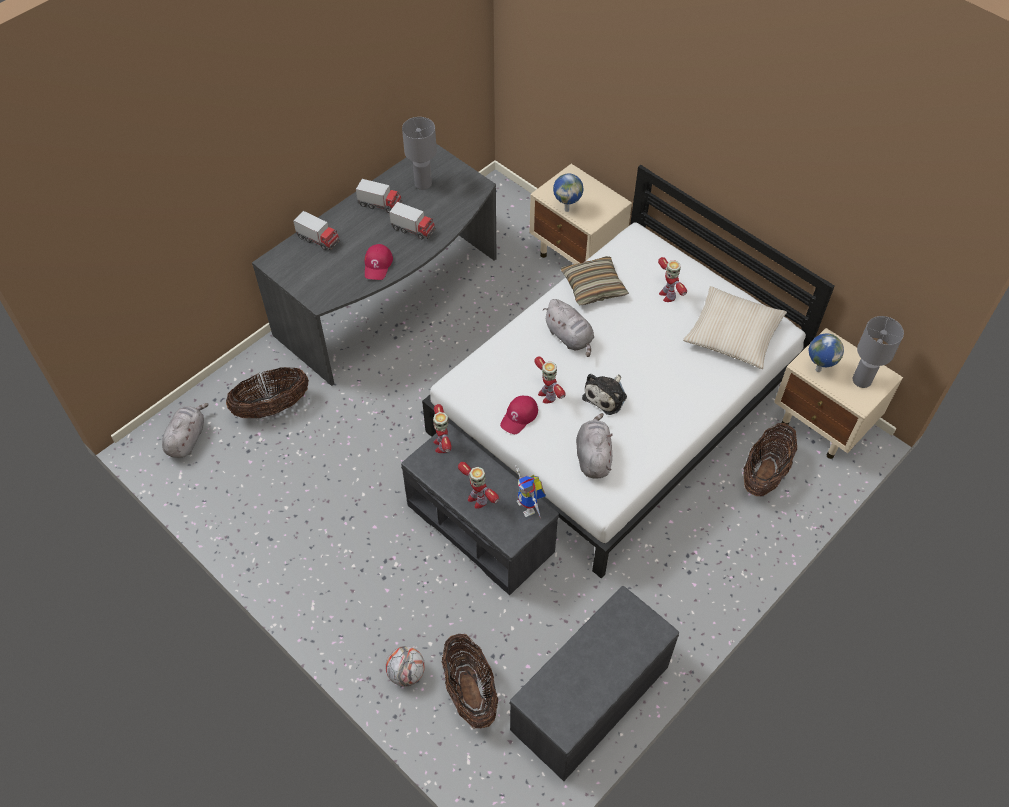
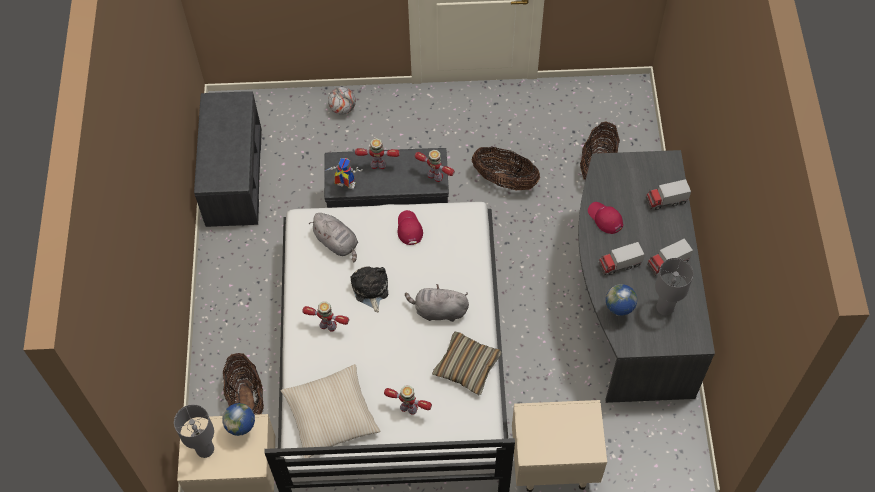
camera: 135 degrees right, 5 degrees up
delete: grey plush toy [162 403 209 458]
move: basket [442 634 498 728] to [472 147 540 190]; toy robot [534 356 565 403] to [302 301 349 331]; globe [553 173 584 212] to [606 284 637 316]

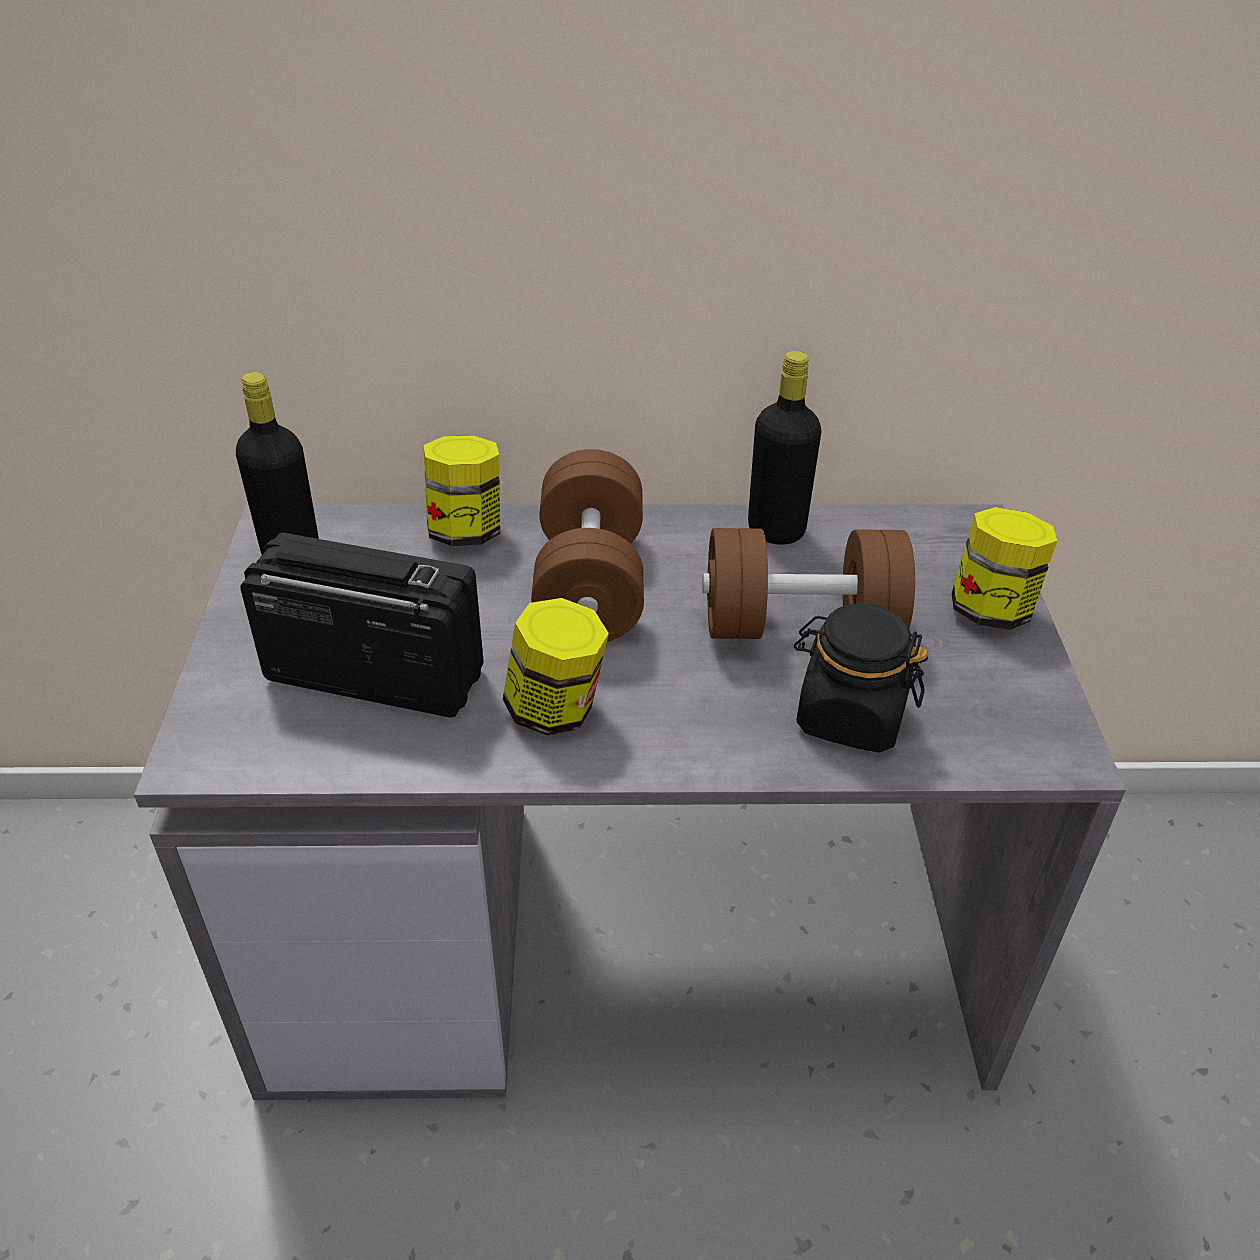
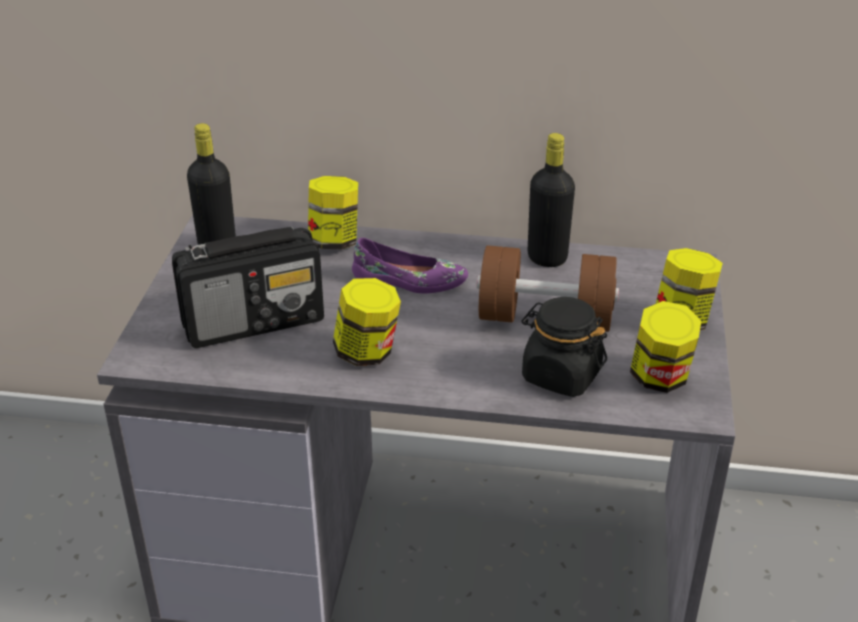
camera: 10 degrees right, 5 degrees down
insert: jar [630 301 701 393]
replace: brown dumbbell [531 449 644 642] to purple shoe [352 238 468 294]
rotate: radio [240 533 484 718] = [172 227 324 348] 135 degrees clockwise

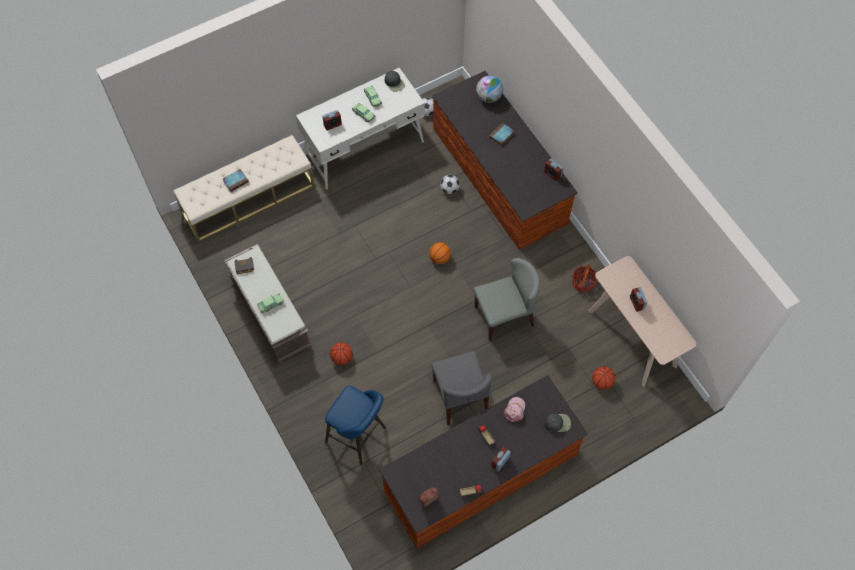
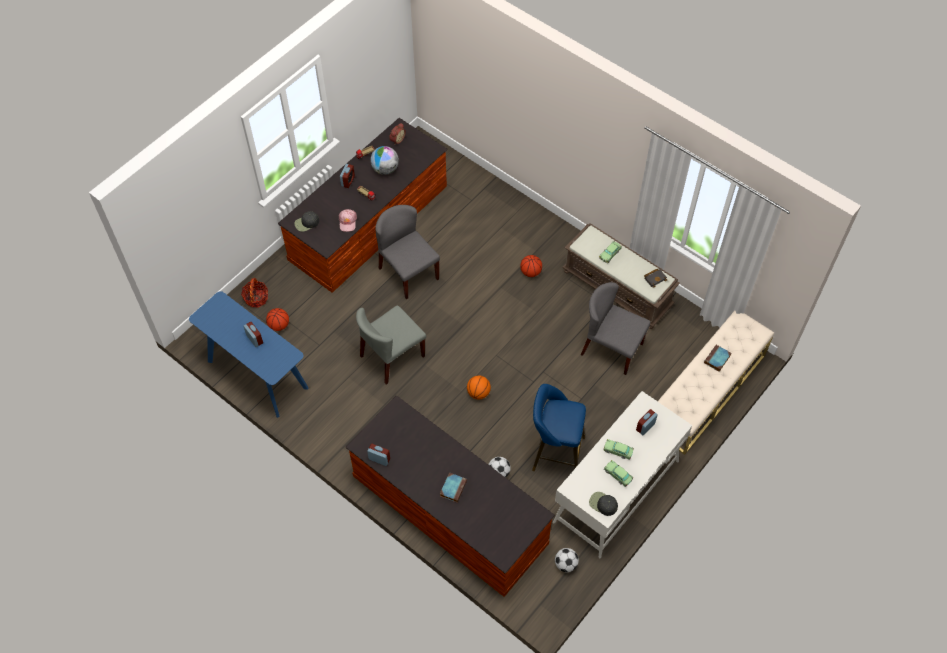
camera: 160 degrees right, 5 degrees down
insert: grey chair [581 282 650 375]
move: blue stool [325 385 386 465] to [532 384 586 471]; globe [476 76 503 103] to [370 146 399 175]; basket [572 264 597 293] to [241 278 268 308]
recolor: beige console table [588 256 696 387] to blue console table [189 291 309 418]

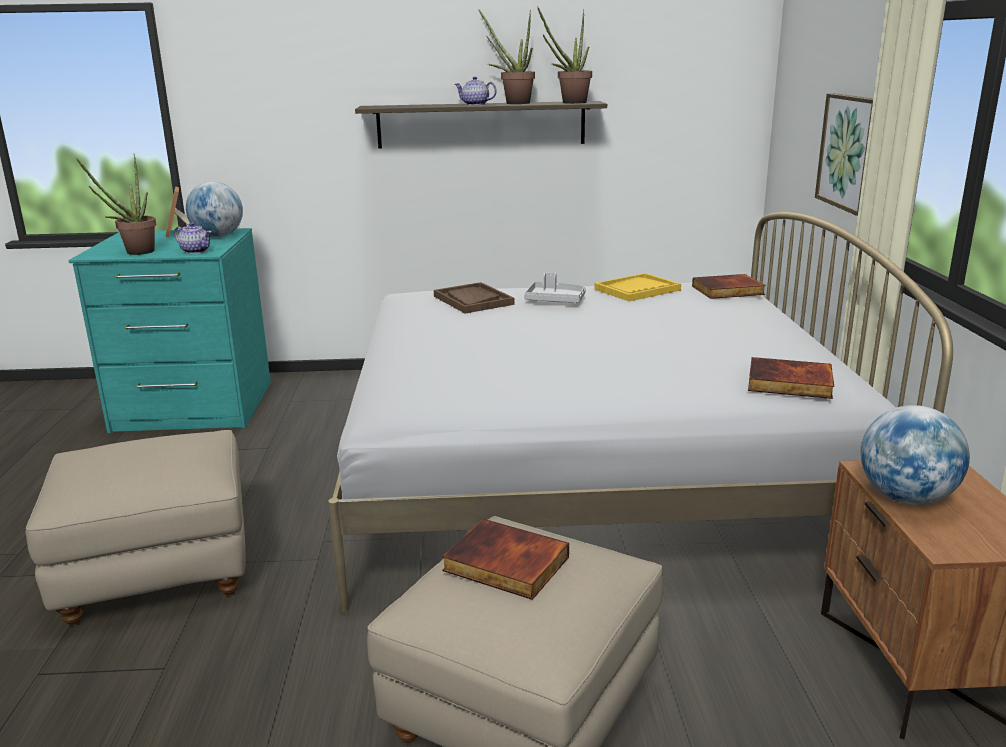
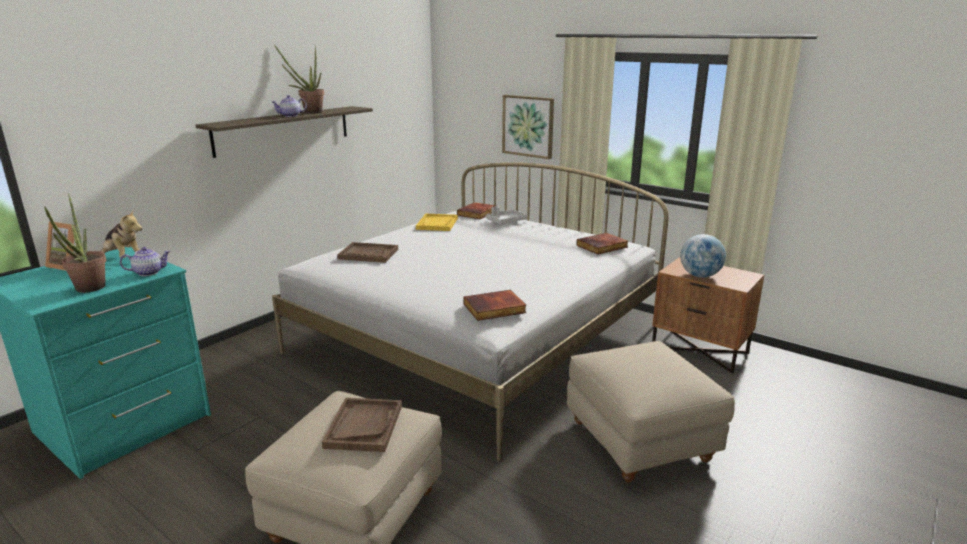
camera: 50 degrees left, 0 degrees up
delete: potted plant [537 6 592 104]
insert: brown tray [322 398 402 452]
move: book [442 519 569 600] to [463 290 527 321]; grey tray [524 272 586 303] to [486 206 527 224]
replace: globe [186 182 243 237] to plush toy [100 210 142 258]

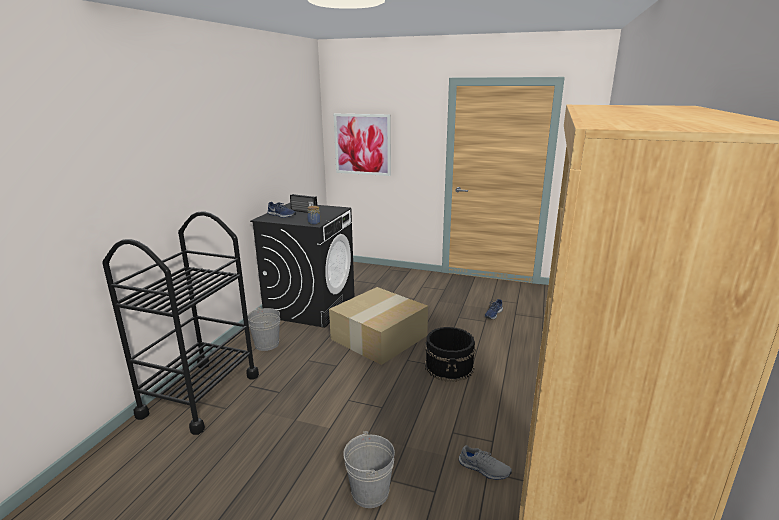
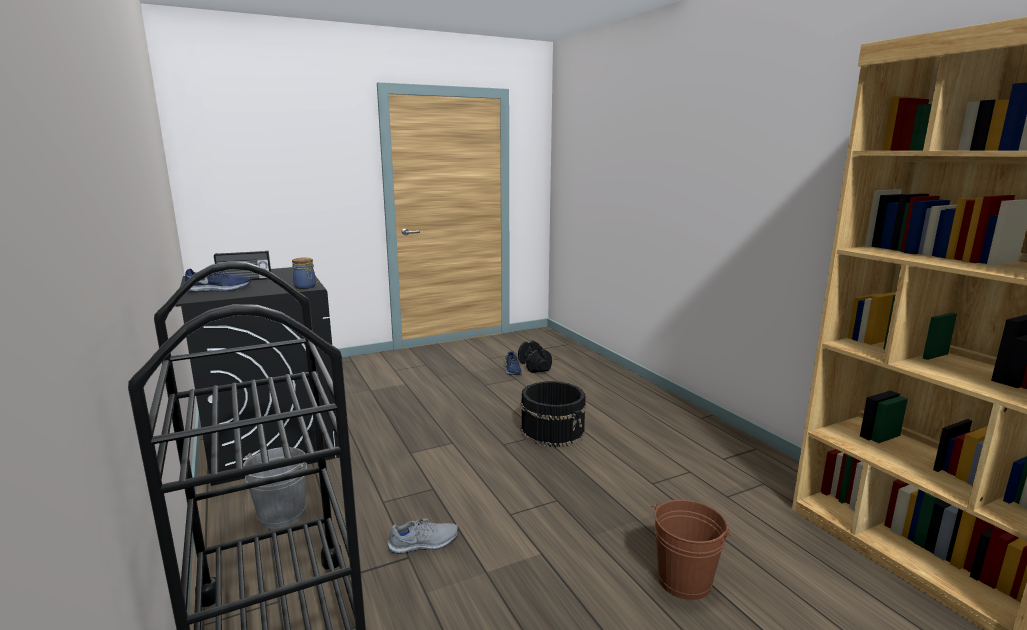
camera: 45 degrees left, 5 degrees down
delete: cardboard box [329 287 428 365]; picture [334 114 391 176]
insert: black dumbbell [518 341 552 373]
move: grey shoe [459 445 512 480] to [388 518 458 554]
recolor: grey bucket [343 431 395 508] to brown bucket [651 500 731 600]

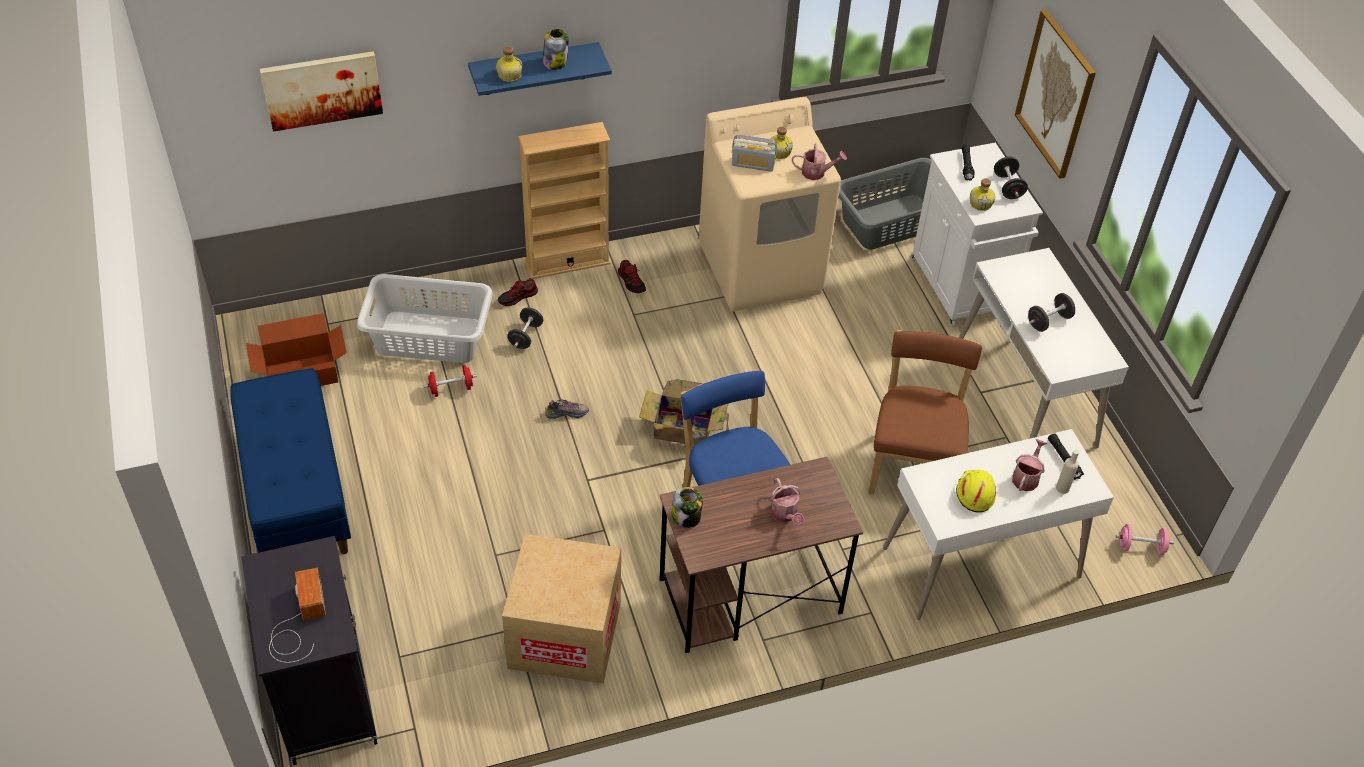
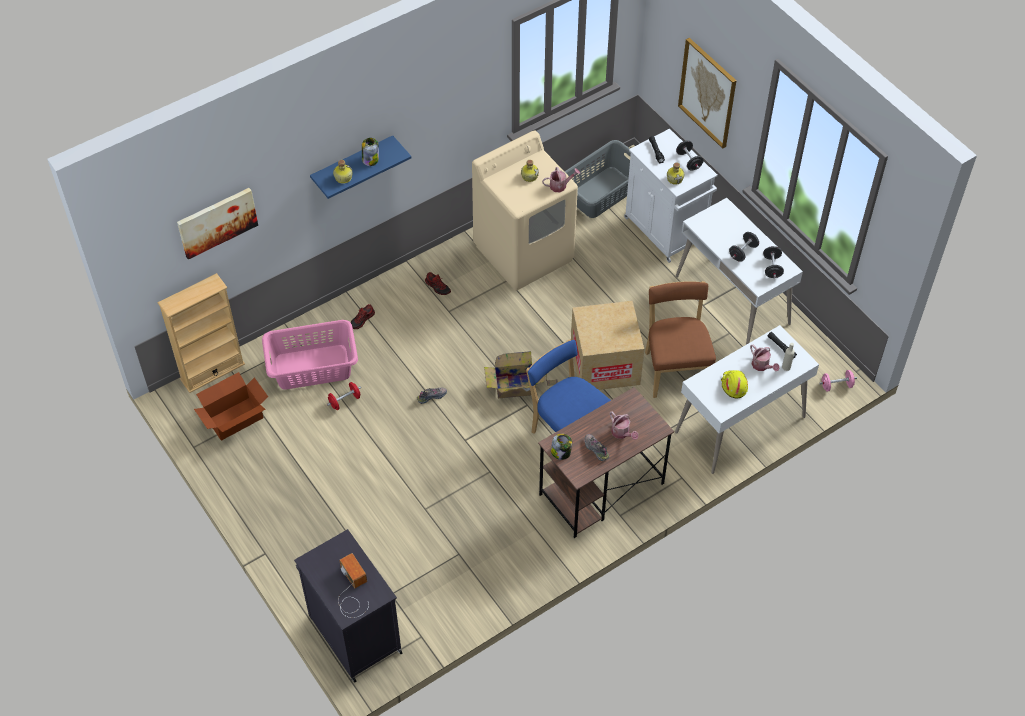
camera: 15 degrees left, 5 degrees up
delete: blue bench [230 368 351 554]; radio [732 135 777 172]
insert: shoe [585 434 609 461]
move: cardboard box [502 534 621 684] to [571 300 644 390]; black dumbbell [507 307 543 349] to [763 246 784 278]; beige bookcase [518 122 611 279] to [157 273 245 393]
recolor: grey laundry basket [357 274 493 363] to pink laundry basket [262 320 358 389]
rotate: watering can [1012 439 1047 491] = [750 345 780 371] 135 degrees clockwise

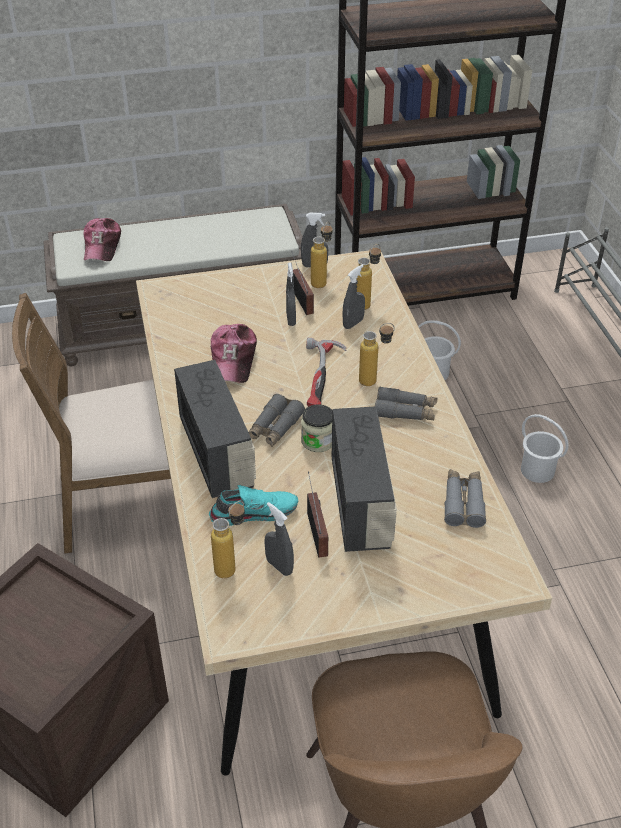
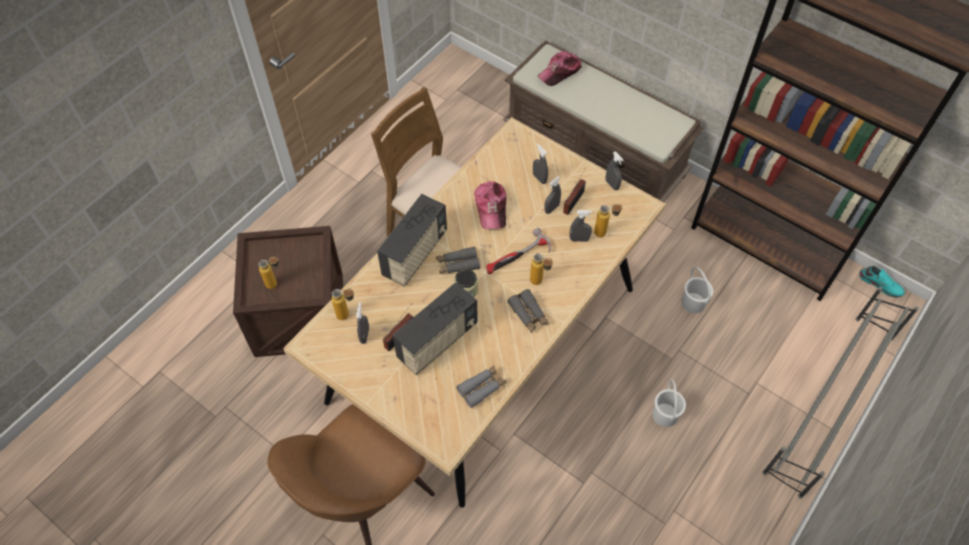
camera: 50 degrees right, 15 degrees up
insert: grey spray bottle [533 144 548 184]
move: turquoise shoe [209 485 298 526] to [859 266 905 298]; bottle [311 222 333 288] to [259 256 279 289]
rotate: cap [211 324 257 383] = [474 181 506 229] 60 degrees counterclockwise

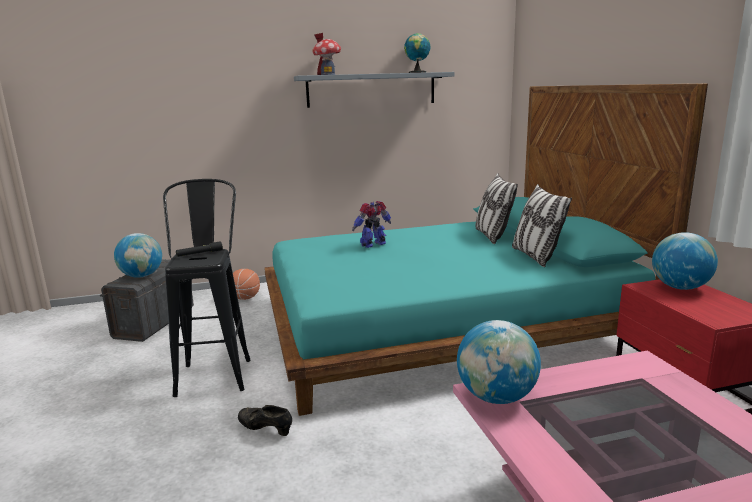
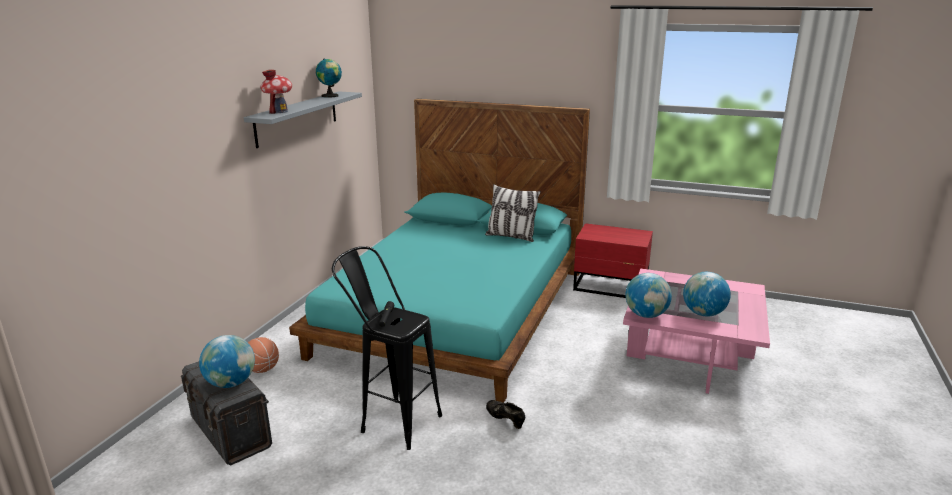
camera: 55 degrees left, 5 degrees up
delete: toy robot [352 201 391 248]; pillow [475 173 518 244]
move: globe [652 232 718 290] to [683 272 731 316]
rotate: black shoe [238 405 292 436] = [486 400 525 429] 75 degrees clockwise

